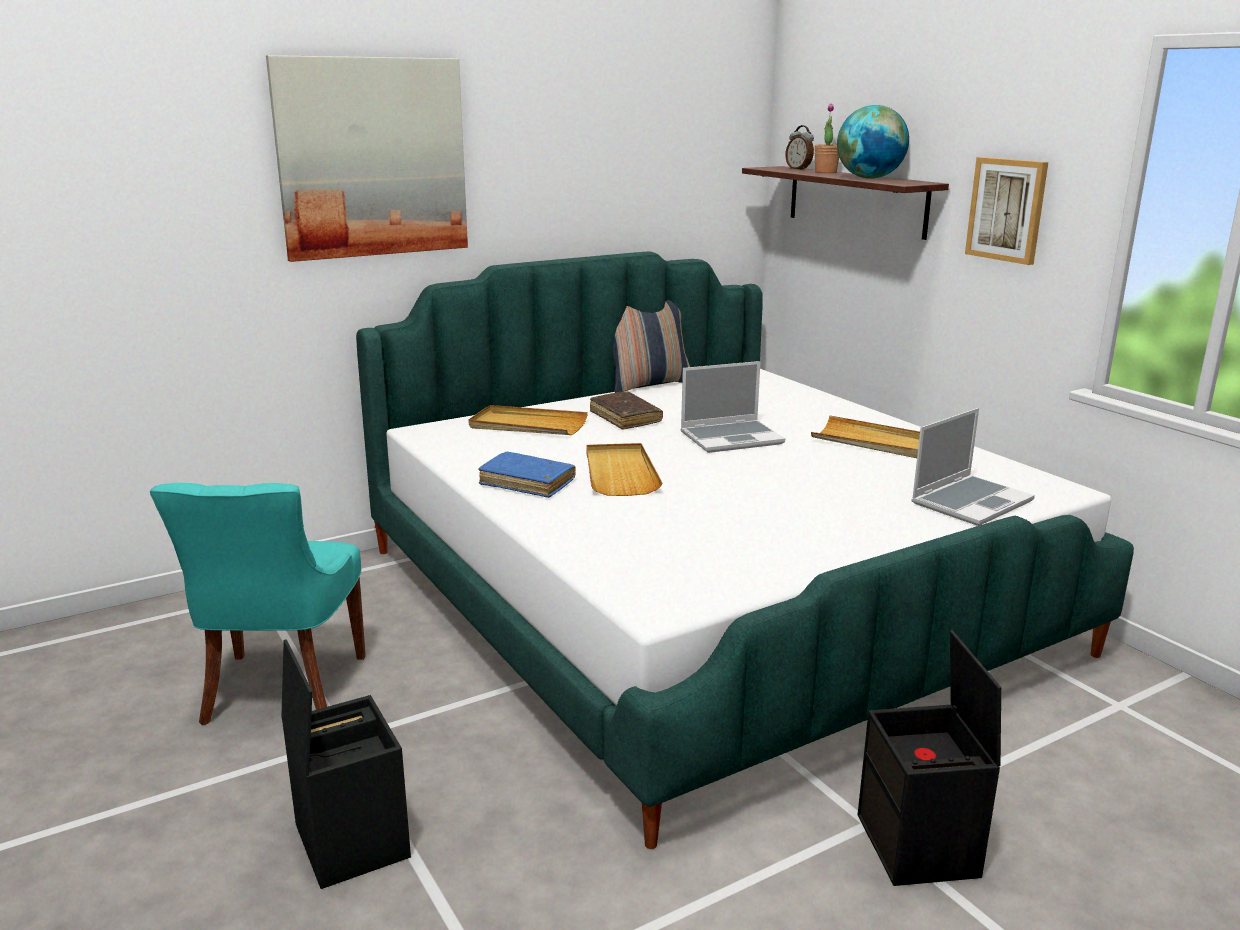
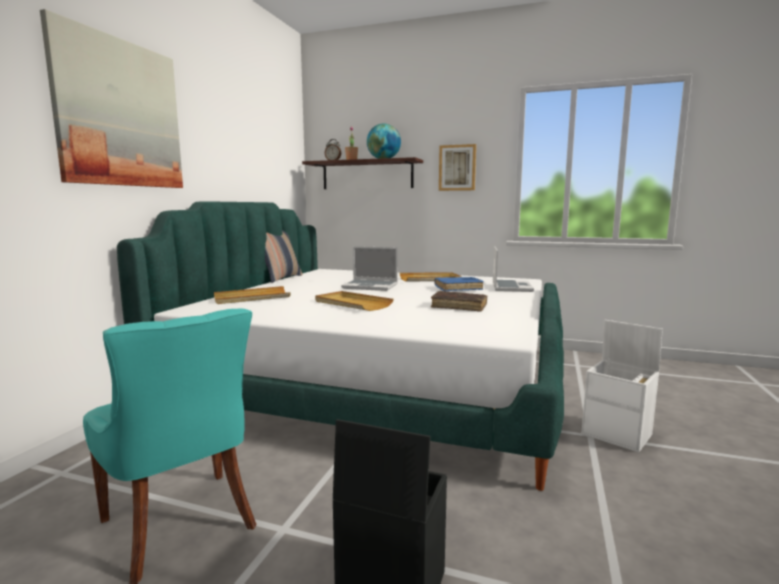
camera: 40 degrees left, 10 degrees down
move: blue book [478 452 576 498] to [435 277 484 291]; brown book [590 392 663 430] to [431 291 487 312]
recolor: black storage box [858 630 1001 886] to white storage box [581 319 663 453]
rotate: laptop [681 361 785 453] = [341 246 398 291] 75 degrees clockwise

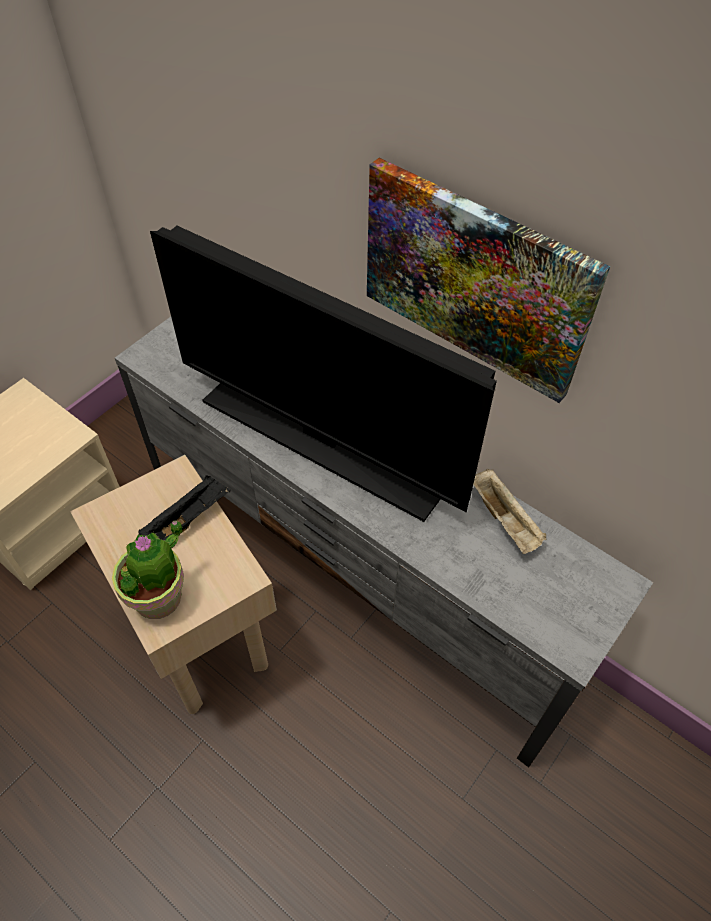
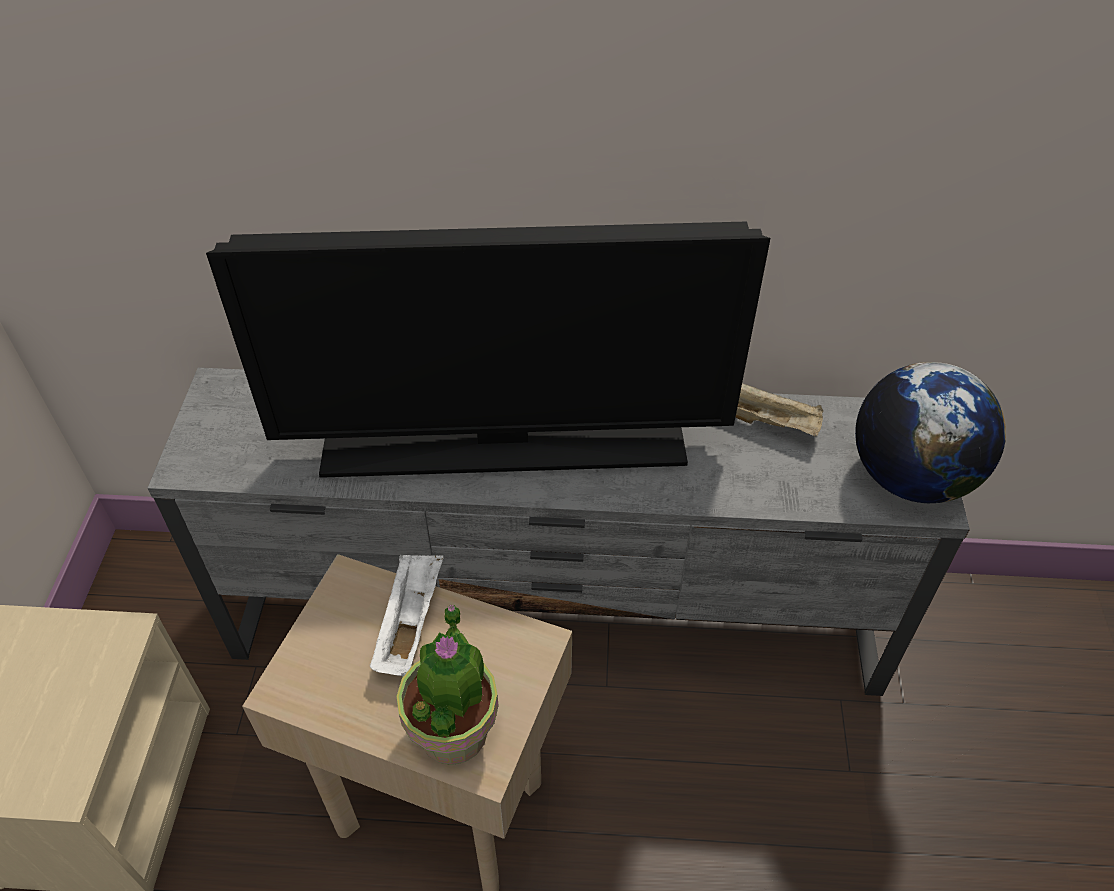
camera: 35 degrees left, 5 degrees down
delete: picture [367 158 610 403]
insert: globe [855 362 1006 503]
recolor: black tray [139 476 231 540] to white tray [369 555 444 677]

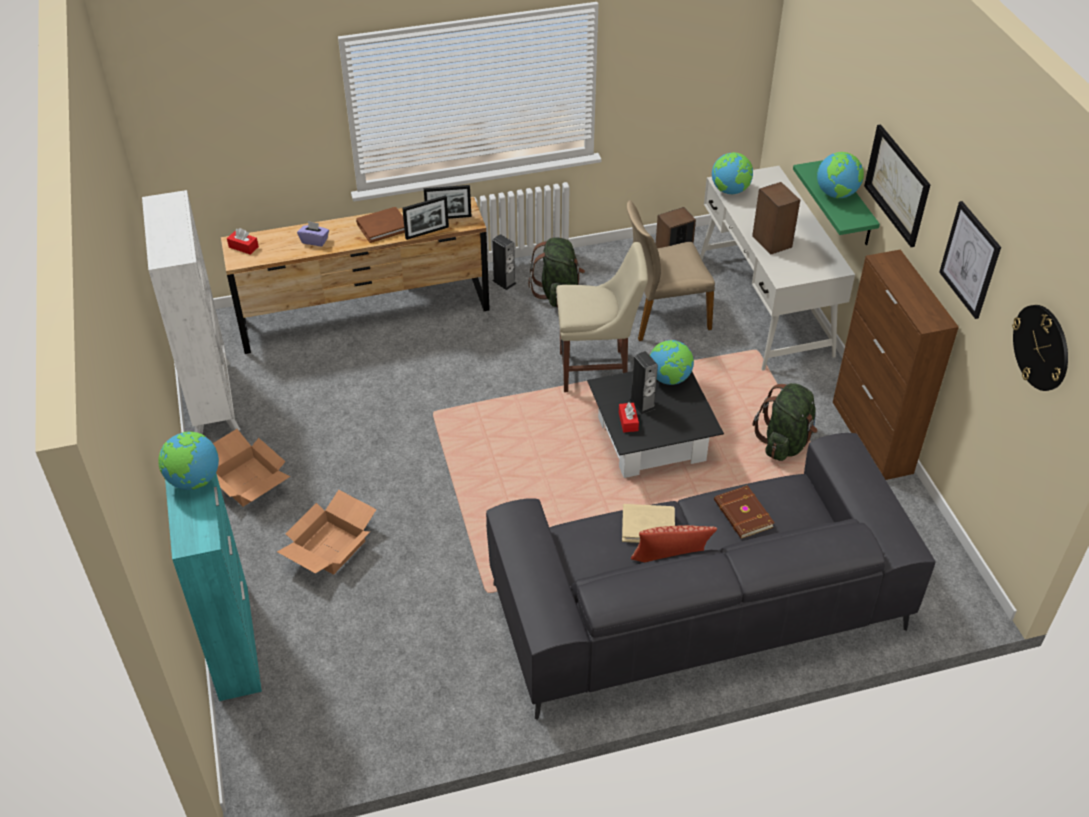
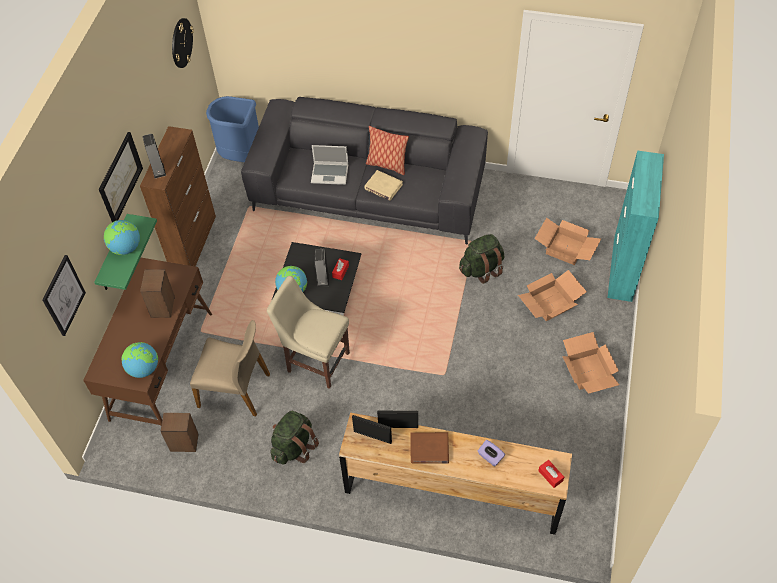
camera: 150 degrees left, 10 degrees up
delete: white bookcase [142 190 241 434]; globe [158 432 219 490]
insert: blue trash can [206 96 259 162]; cardboard box [534 218 601 265]
move: speaker [492 234 516 290] to [143 134 166 178]; green backpack [753 383 818 461] to [459 234 504 284]; picture [939 201 1001 319] to [42 255 86 336]
replace: brown book [714 485 774 539] to laptop [311 145 348 185]
recolor: white desk [700 166 855 371] to brown desk [83 258 212 425]

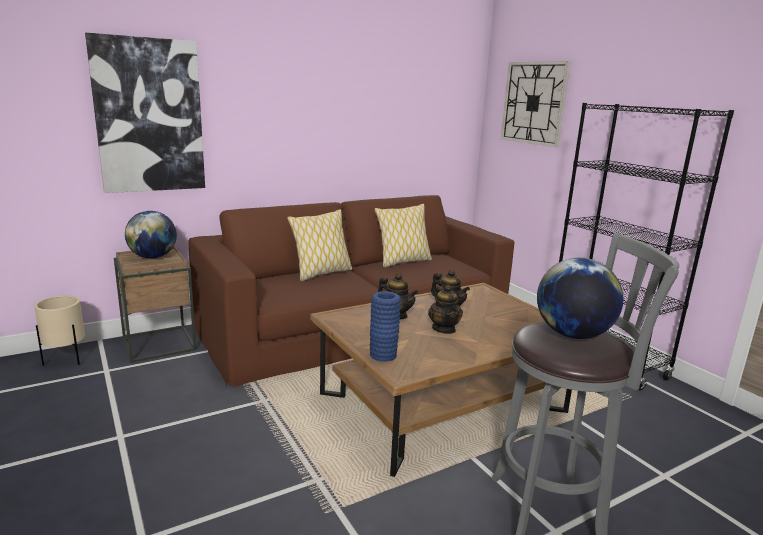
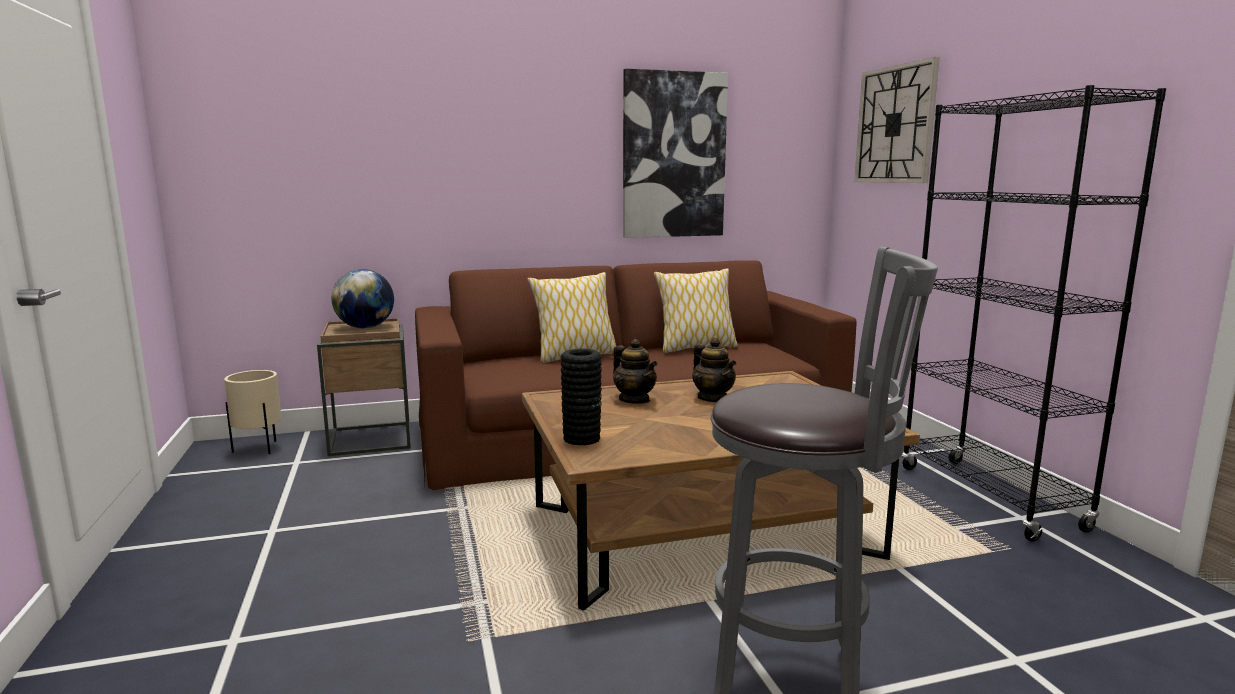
camera: 15 degrees right, 5 degrees down
delete: teapot [428 285 463 334]; globe [537 258 623 339]
move: picture [85 33 205 193] to [623 69 728 238]
recolor: blue vase [370 291 401 362] to black vase [561 349 602 445]

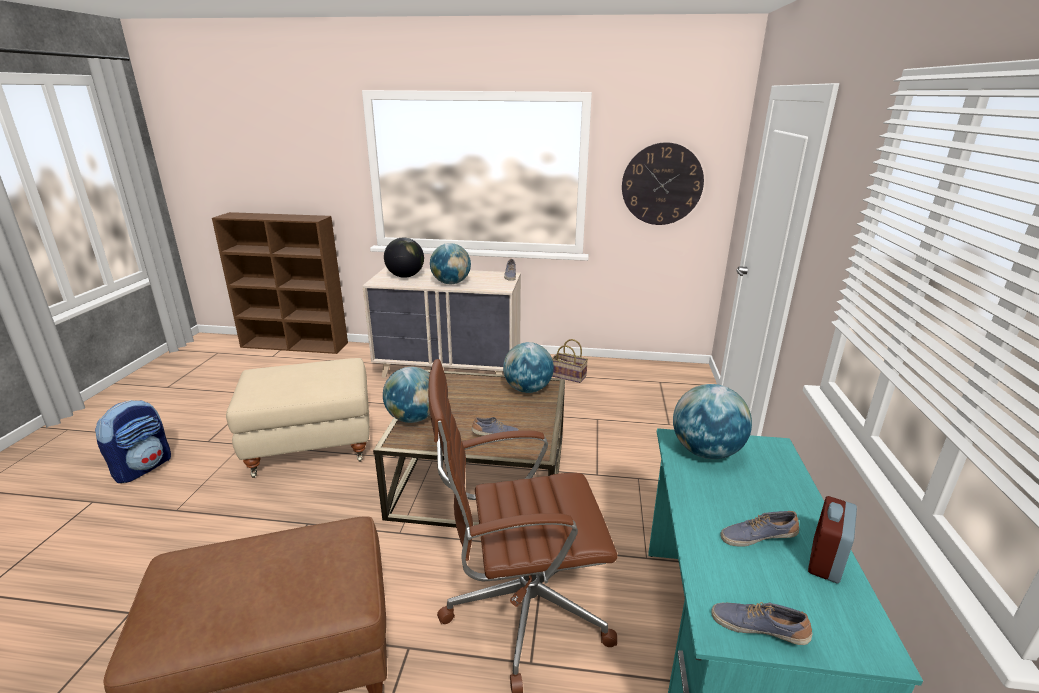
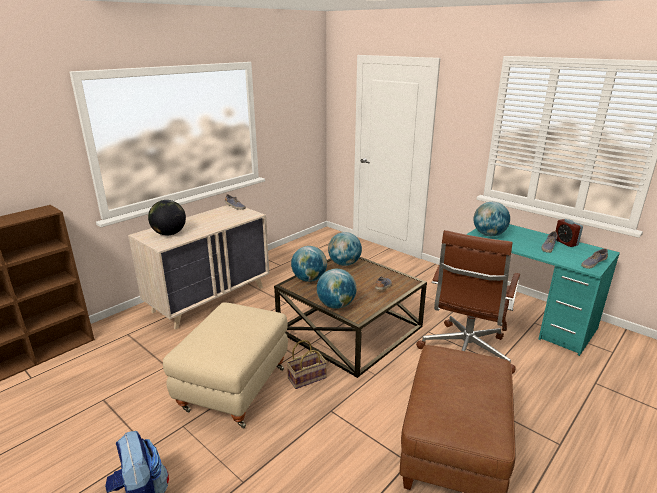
camera: 55 degrees left, 0 degrees up
delete: wall clock [622 142 704 225]
move: globe [430 243 471 284] to [291 246 327 282]; basket [552 339 588 383] to [287 340 327 389]

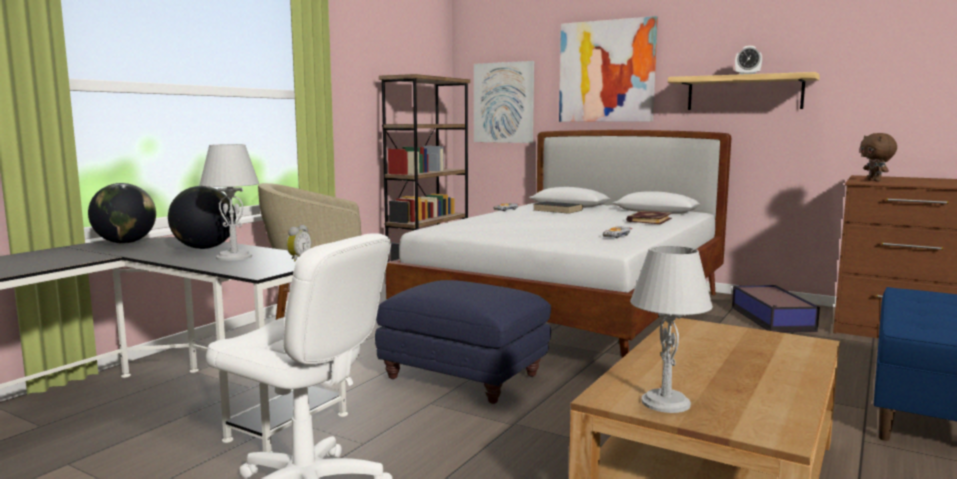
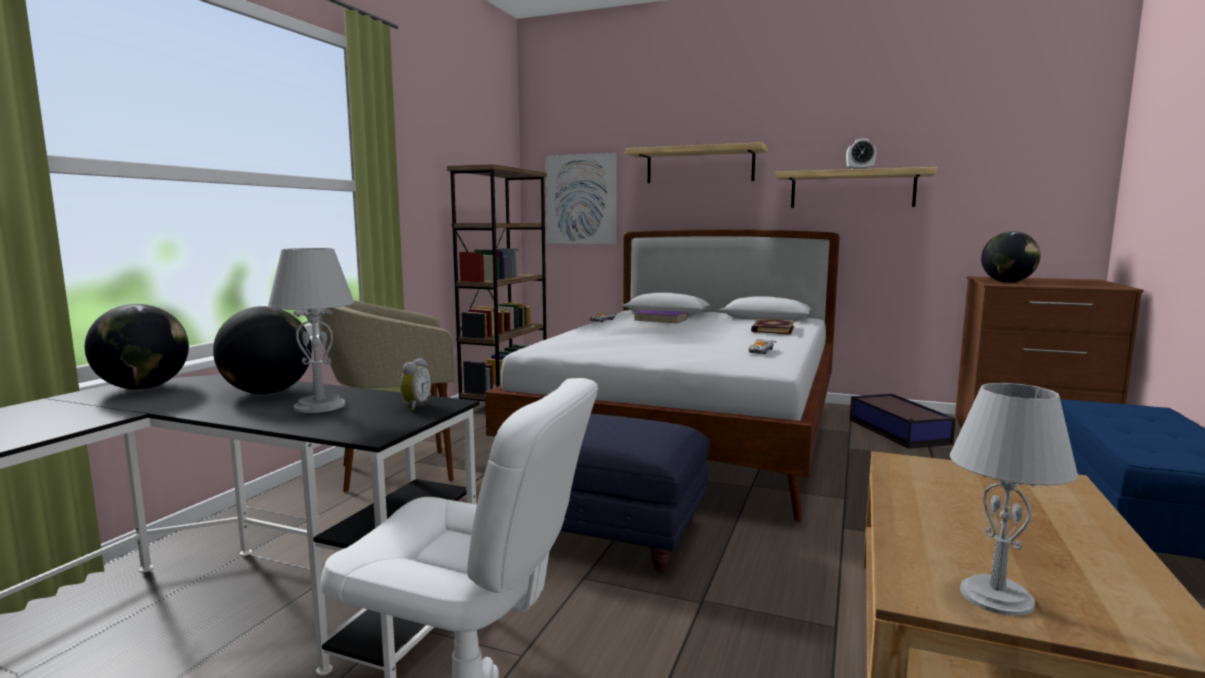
camera: 10 degrees left, 0 degrees up
replace: picture [559 16 658 122] to shelf [625 142 768 183]; brown plush toy [860 133 897 181] to globe [981 232 1041 283]
recolor: black book [534 202 583 214] to purple book [634 310 688 323]

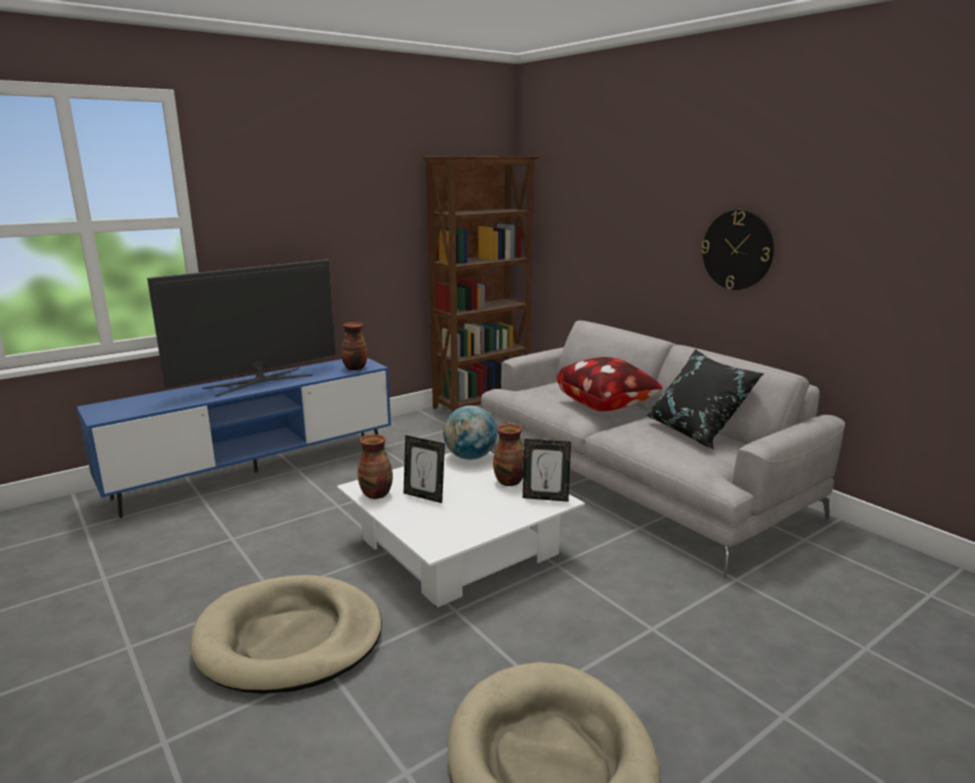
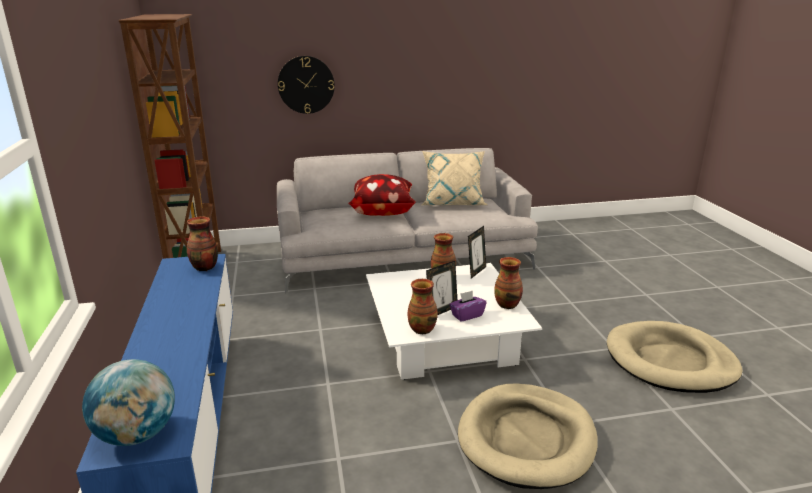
camera: 65 degrees left, 5 degrees up
delete: television [147 259 336 397]
insert: purple tissue box [449 291 487 322]; vase [494 257 523 309]
move: globe [443 405 498 460] to [82 359 175 446]; wall clock [701 210 774 290] to [278 56 335 114]
recolor: black pillow [646 349 764 450] to beige pillow [422 151 487 205]

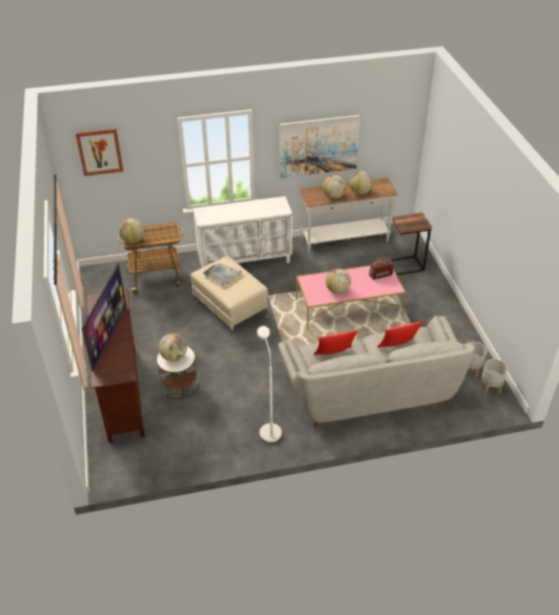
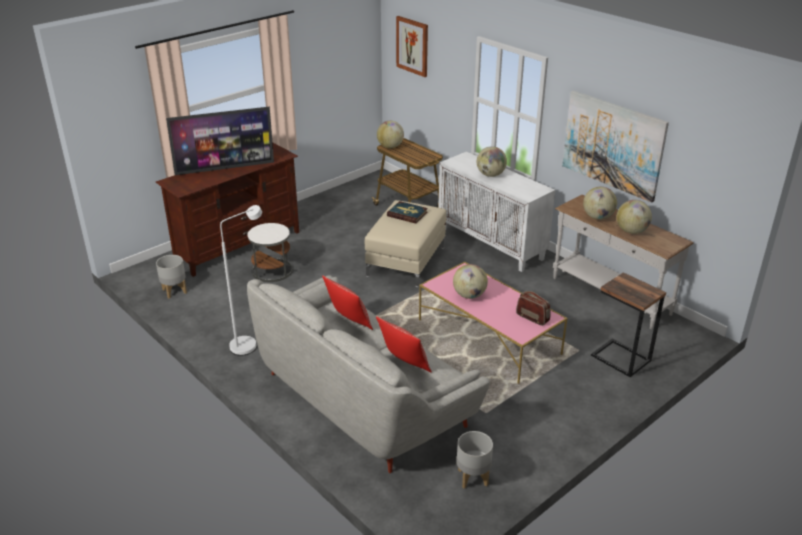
camera: 60 degrees right, 10 degrees down
move: globe [159 333 187 362] to [477 146 507 177]; grey planter [481 359 508 394] to [156 255 187 299]
replace: grey tray [203 263 242 285] to book [387 201 428 224]

